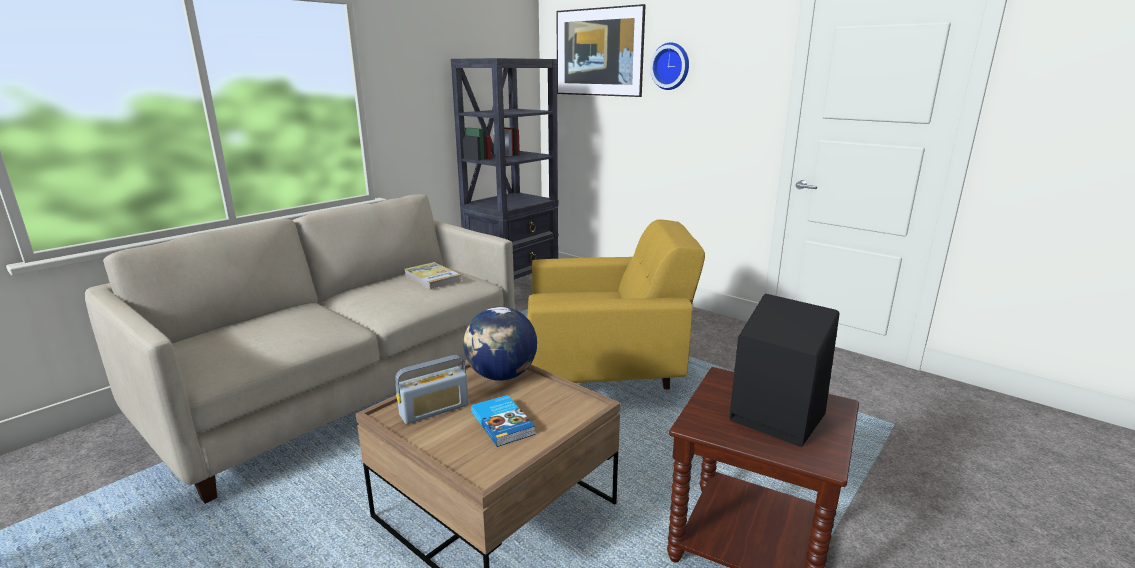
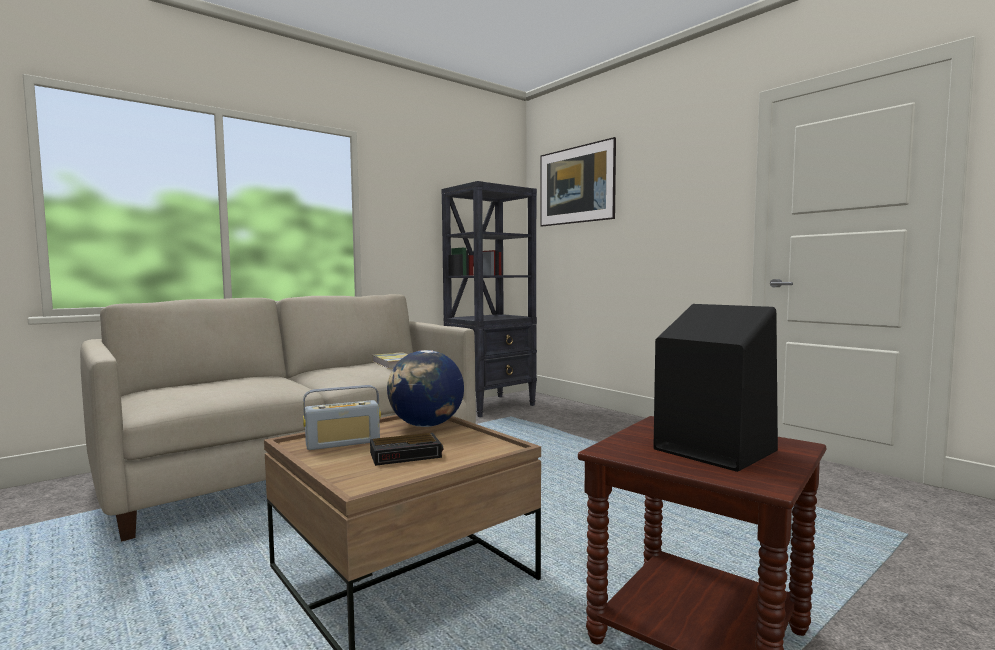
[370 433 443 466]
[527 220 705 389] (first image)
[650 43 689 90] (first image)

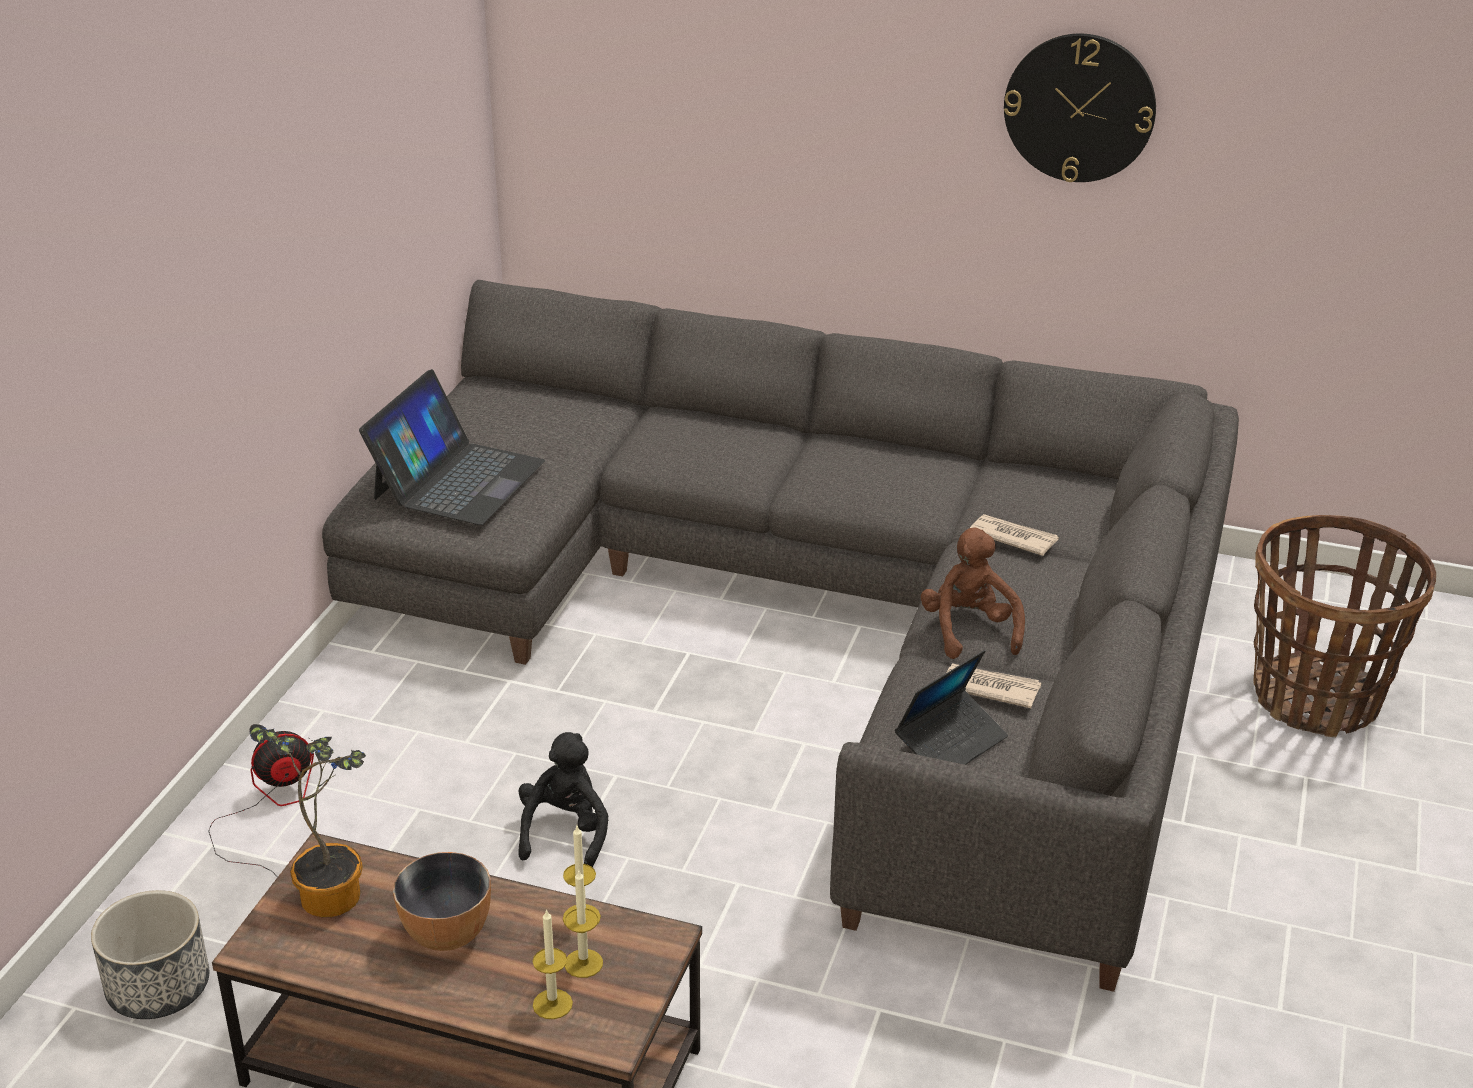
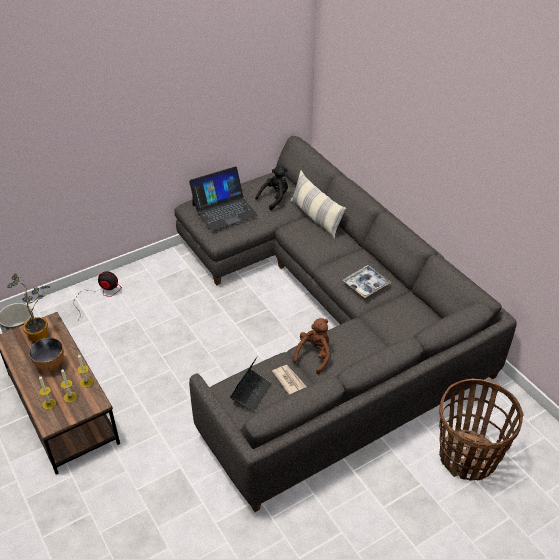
[255 166 288 210]
[230 356 272 412]
[970 514 1059 556] (first image)
[1004 34 1156 182] (first image)
[290 170 347 239]
[343 265 391 298]

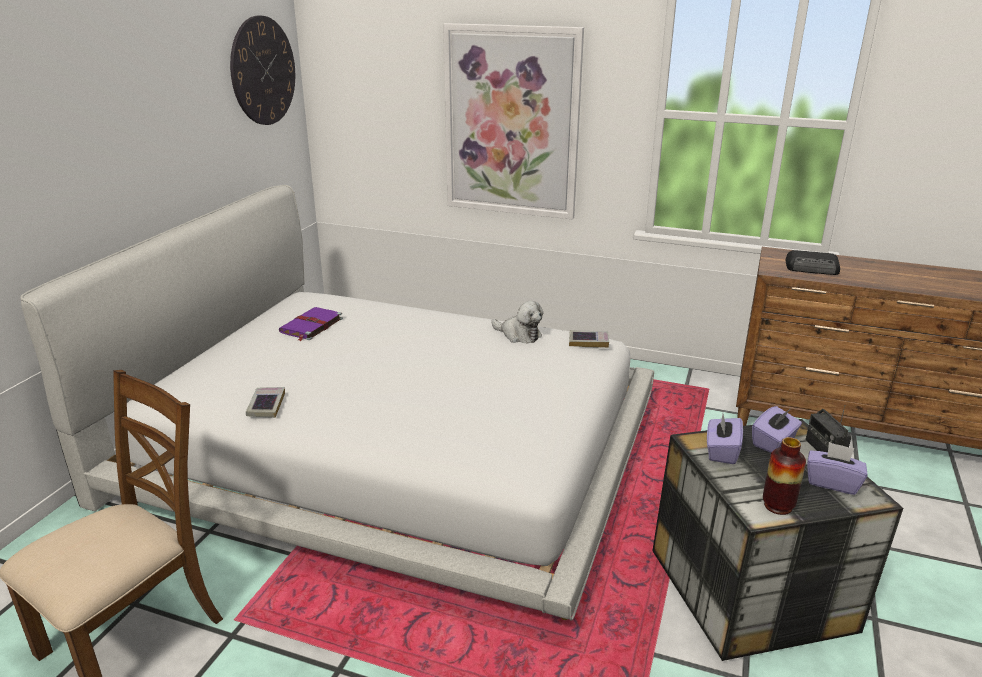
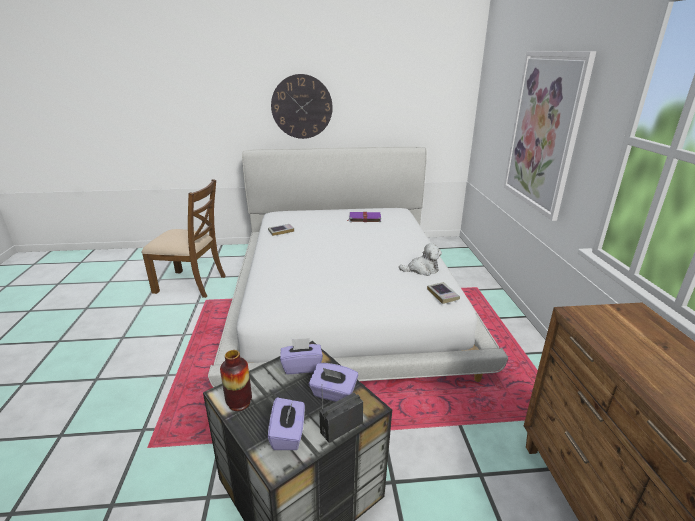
[271 74 333 139]
[399 243 442 276]
[786 250 840 275] (first image)

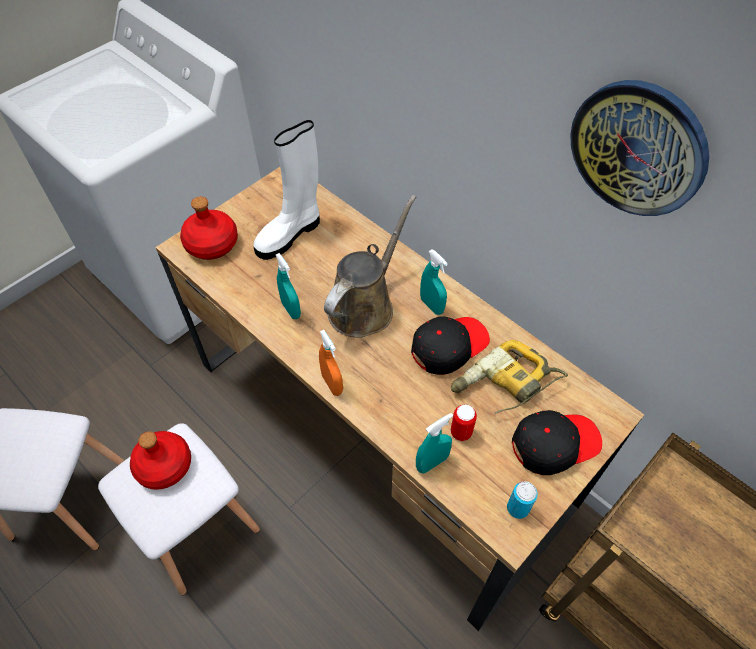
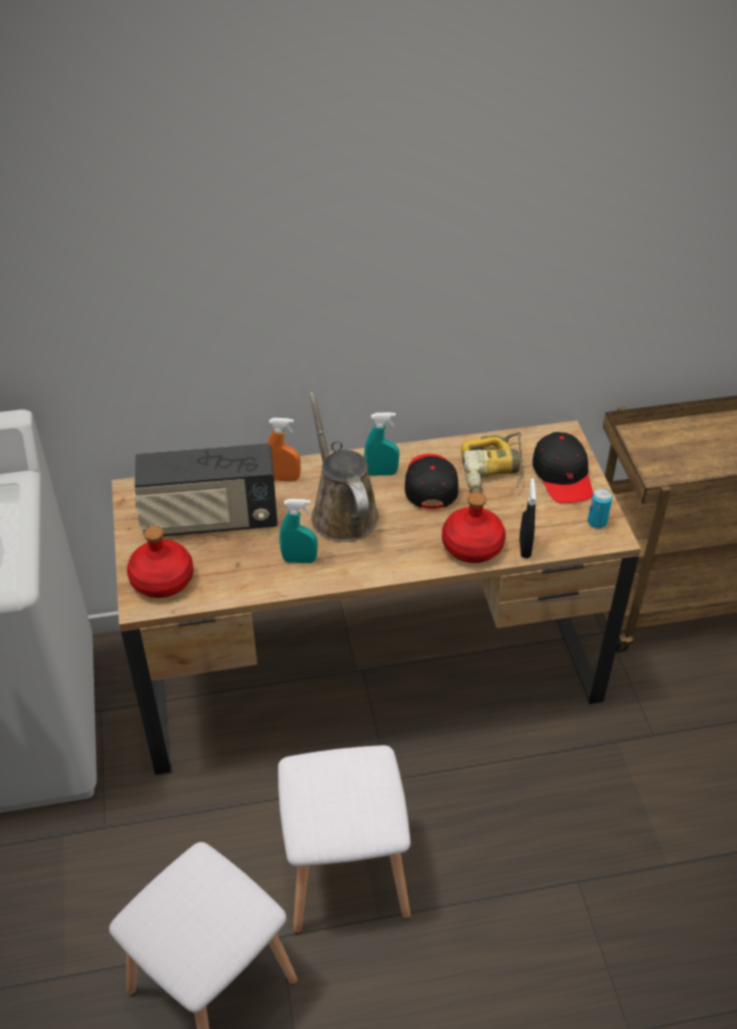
[442 492 506 563]
[134 443 278 536]
[268 418 301 482]
[520 478 536 558]
[451 404 477 441] (first image)
[532 432 593 503]
[570 80 709 216] (first image)

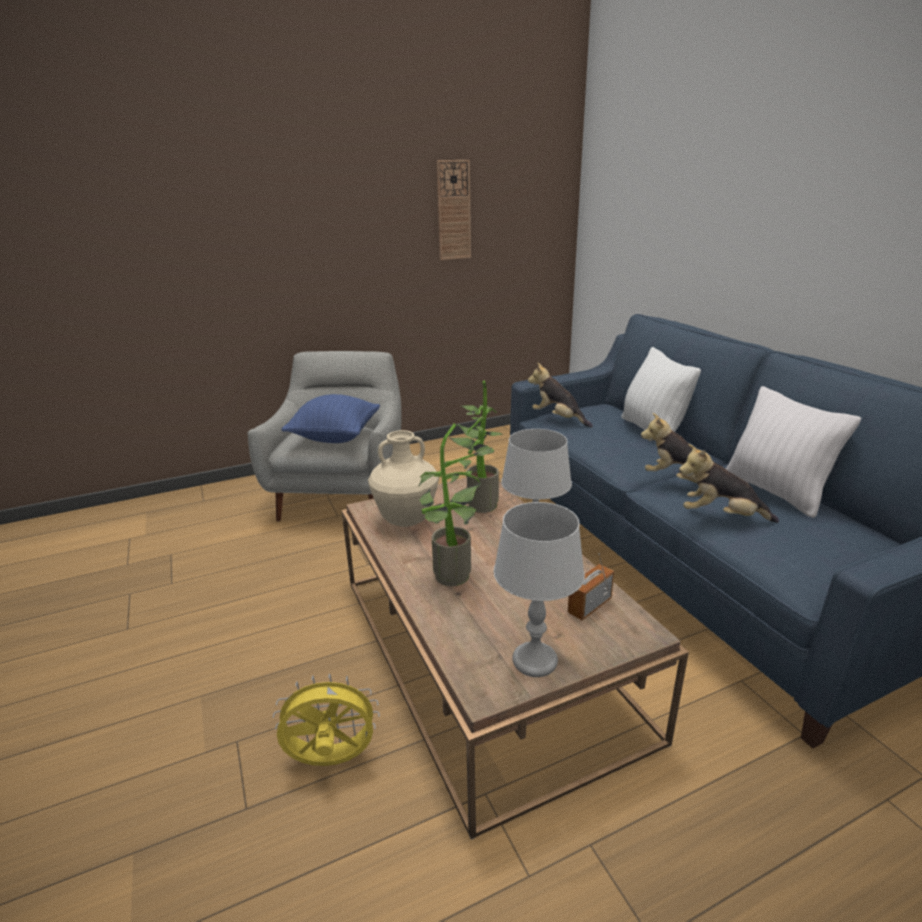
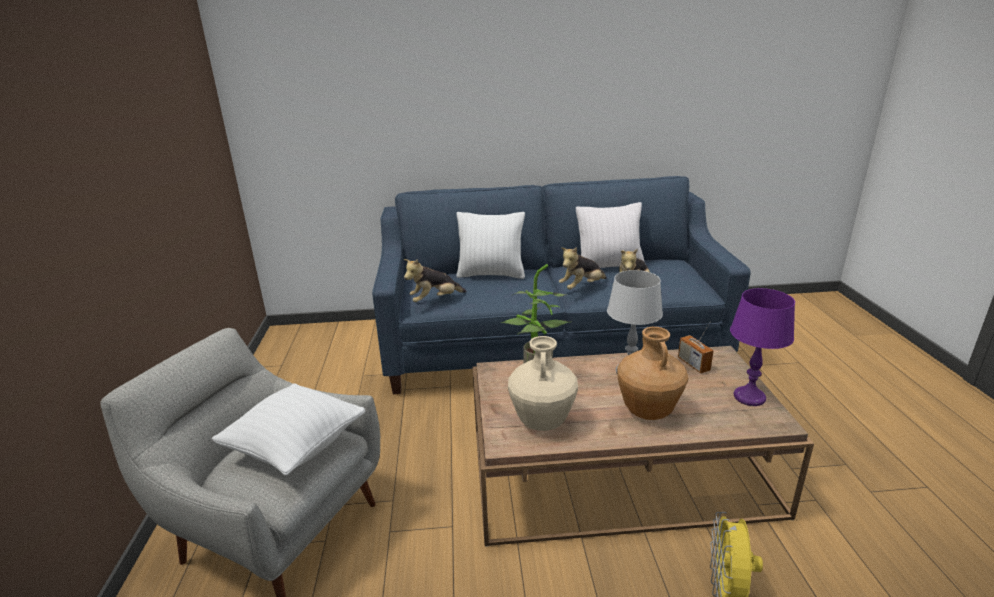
[212 383 366 475]
[617 327 688 420]
[436 160 471 260] (first image)
[730 288 795 406]

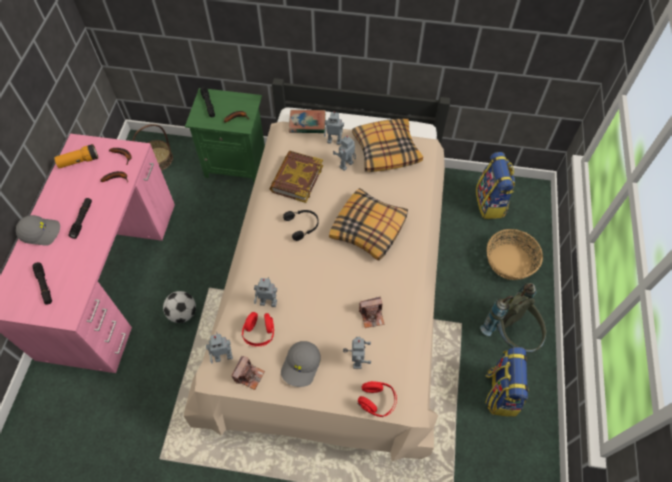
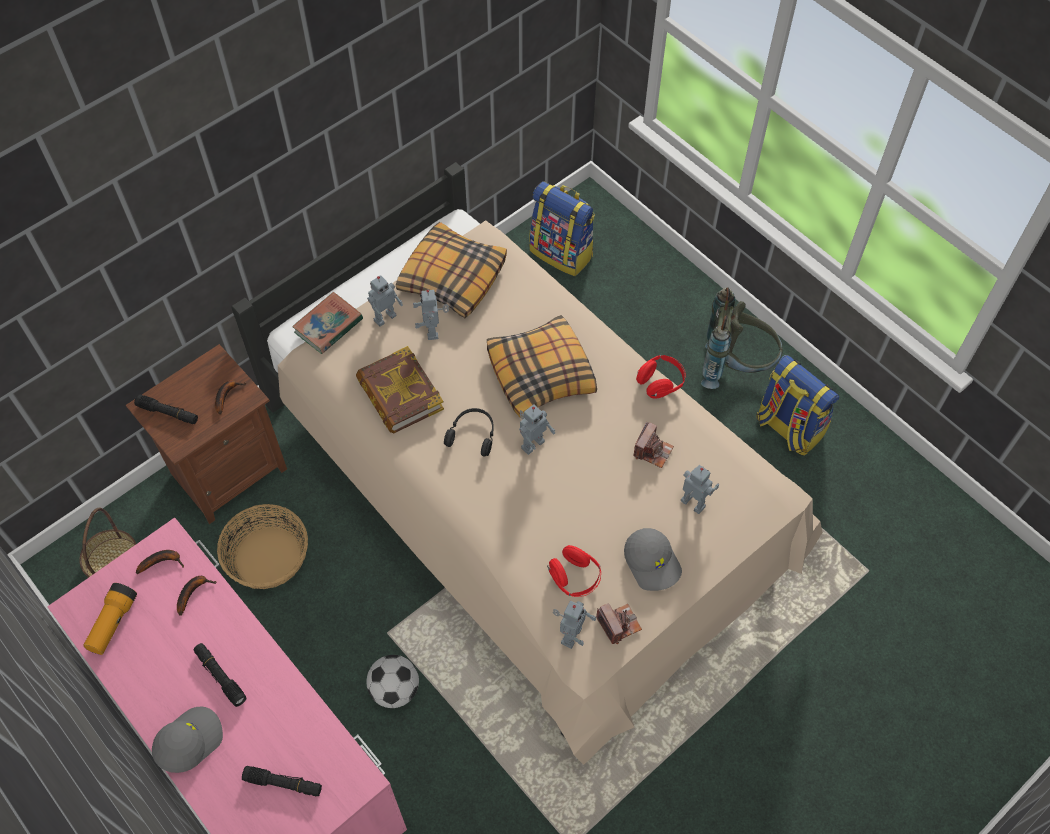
[126 344 287 524]
[519 404 556 455]
[636 355 686 399]
[217 504 308 589]

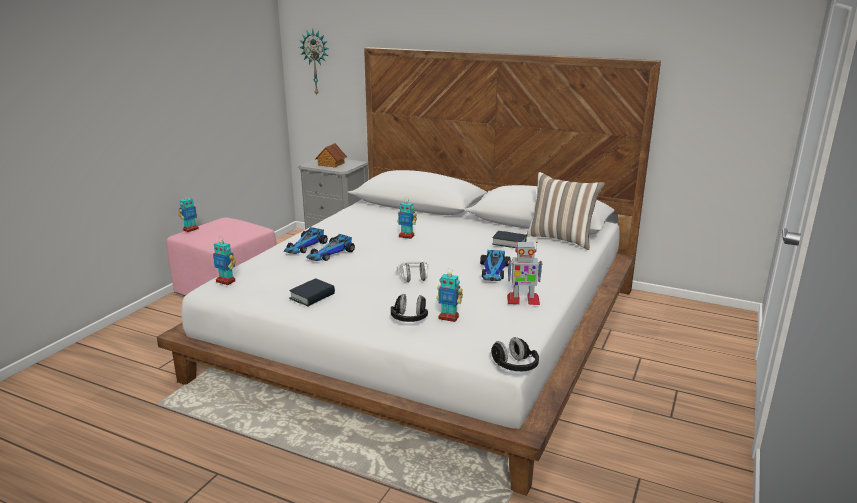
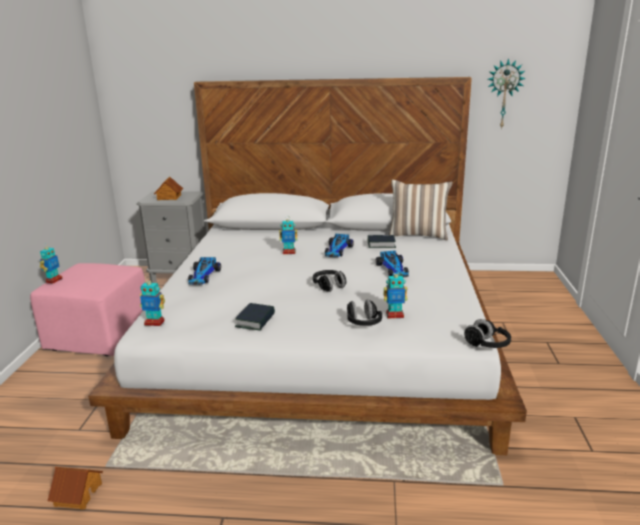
[488 58 526 129]
[325 234 354 257]
[313 270 346 292]
[507 241 543 305] (first image)
[48 467 103 510]

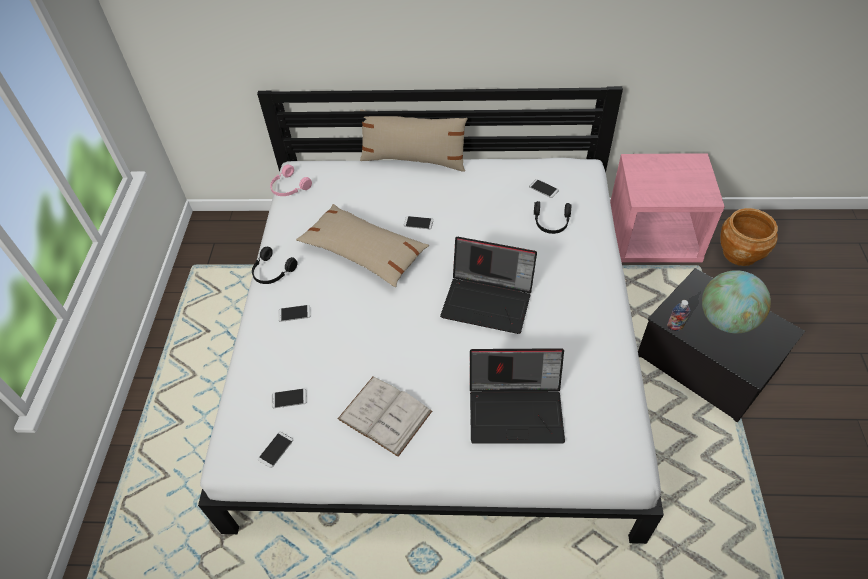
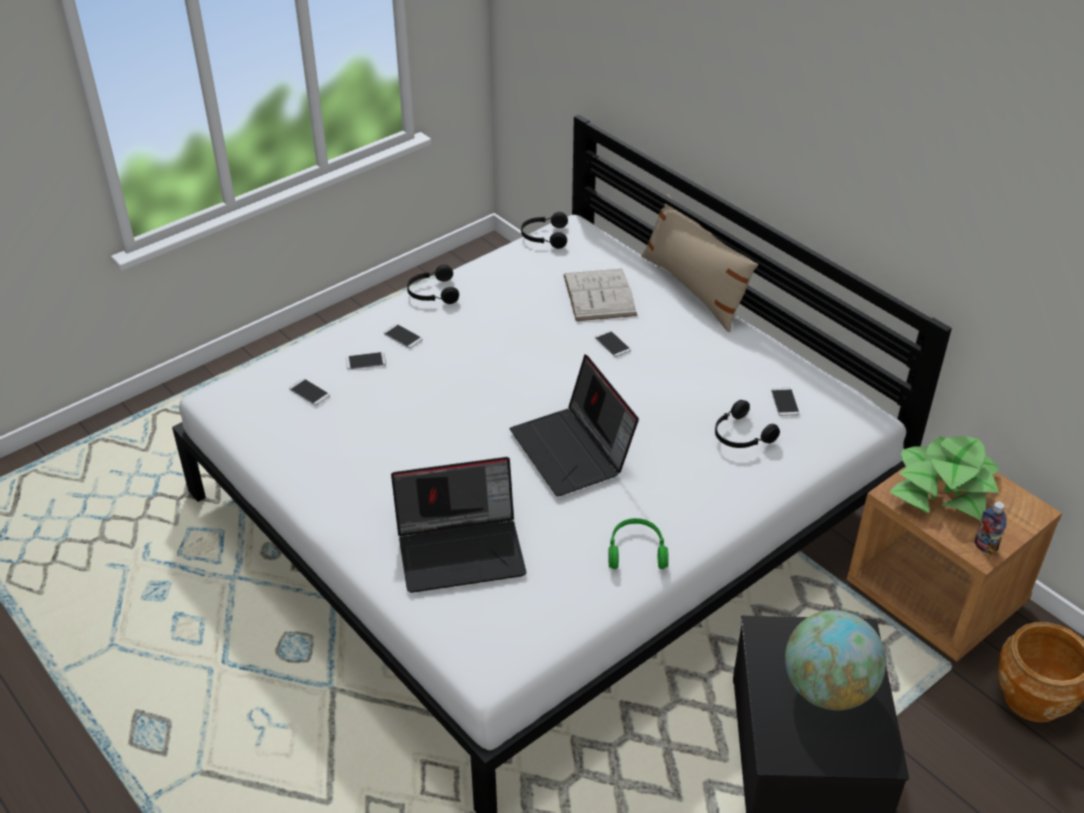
[346 352 386 370]
[521 212 568 249]
[296 204 429 287] (first image)
[563 269 638 321]
[391 457 526 593]
[847 466 1062 662]
[974 501 1007 554]
[608 518 669 569]
[889 436 999 520]

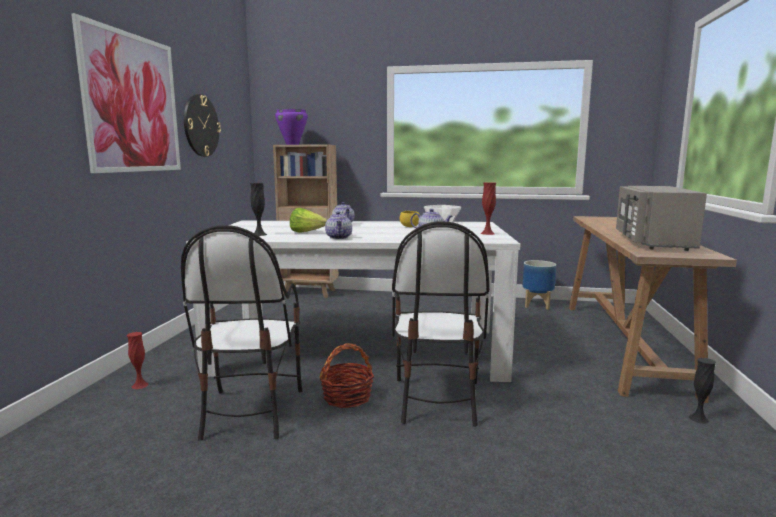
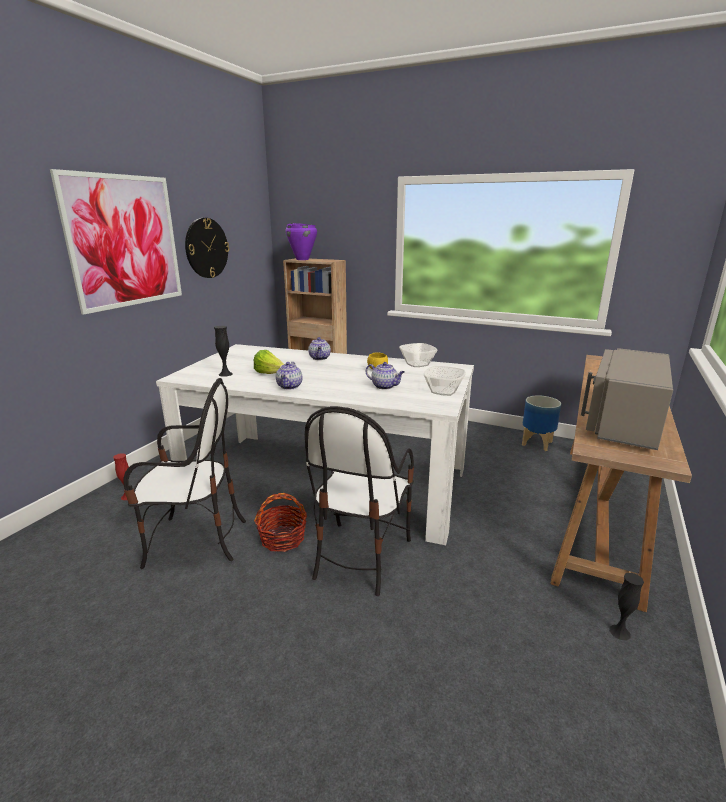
[123 378 246 569]
[424 366 466 396]

